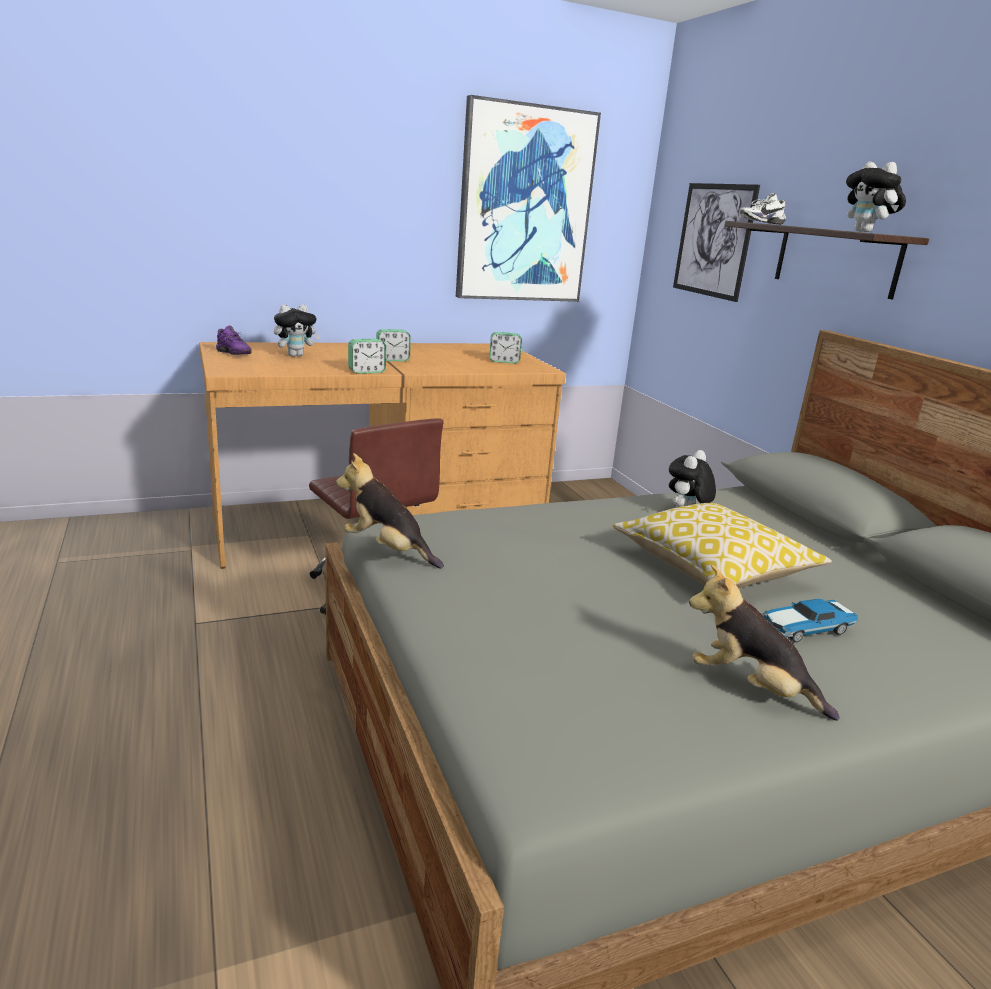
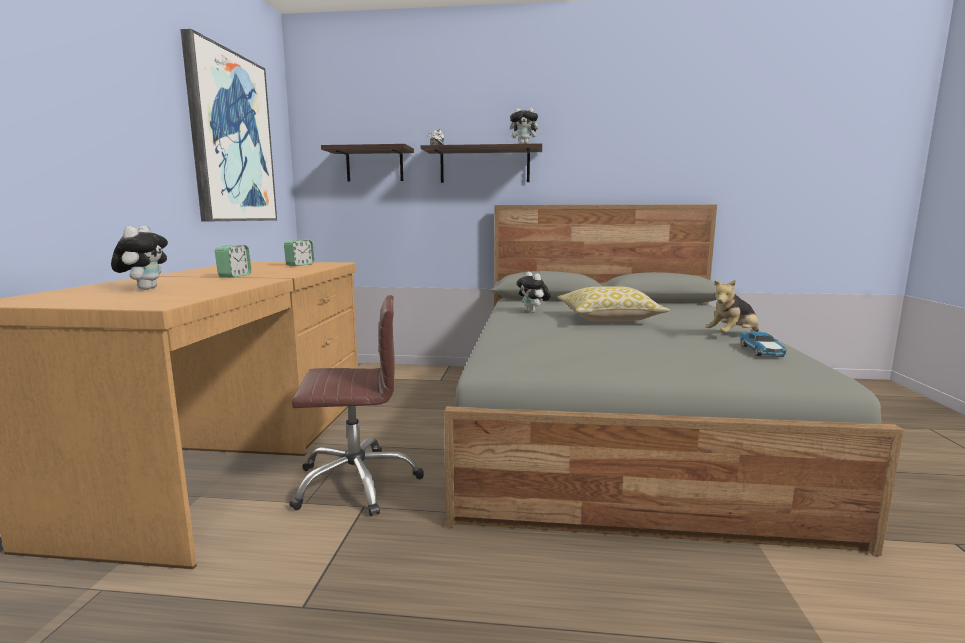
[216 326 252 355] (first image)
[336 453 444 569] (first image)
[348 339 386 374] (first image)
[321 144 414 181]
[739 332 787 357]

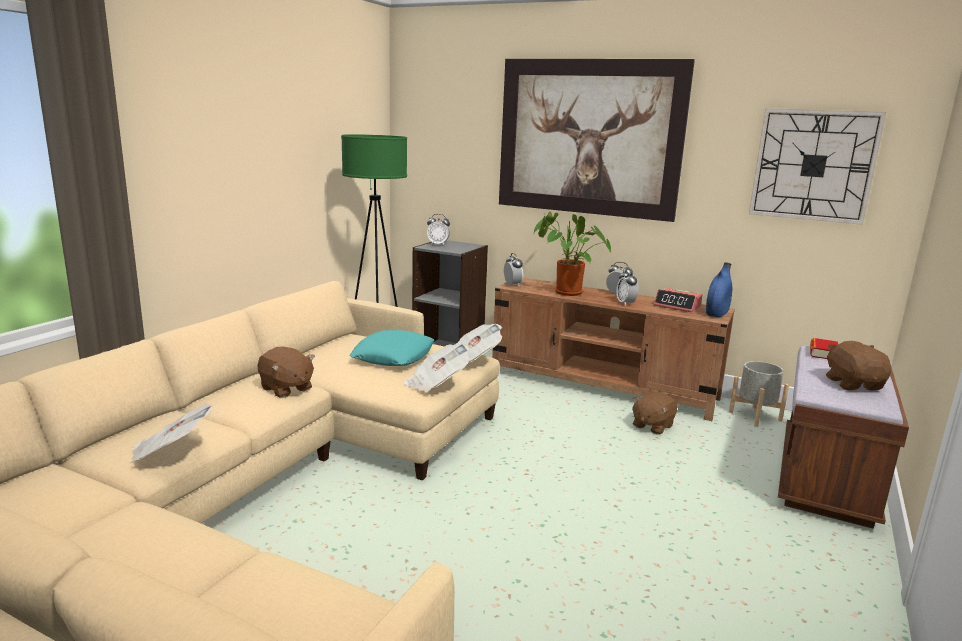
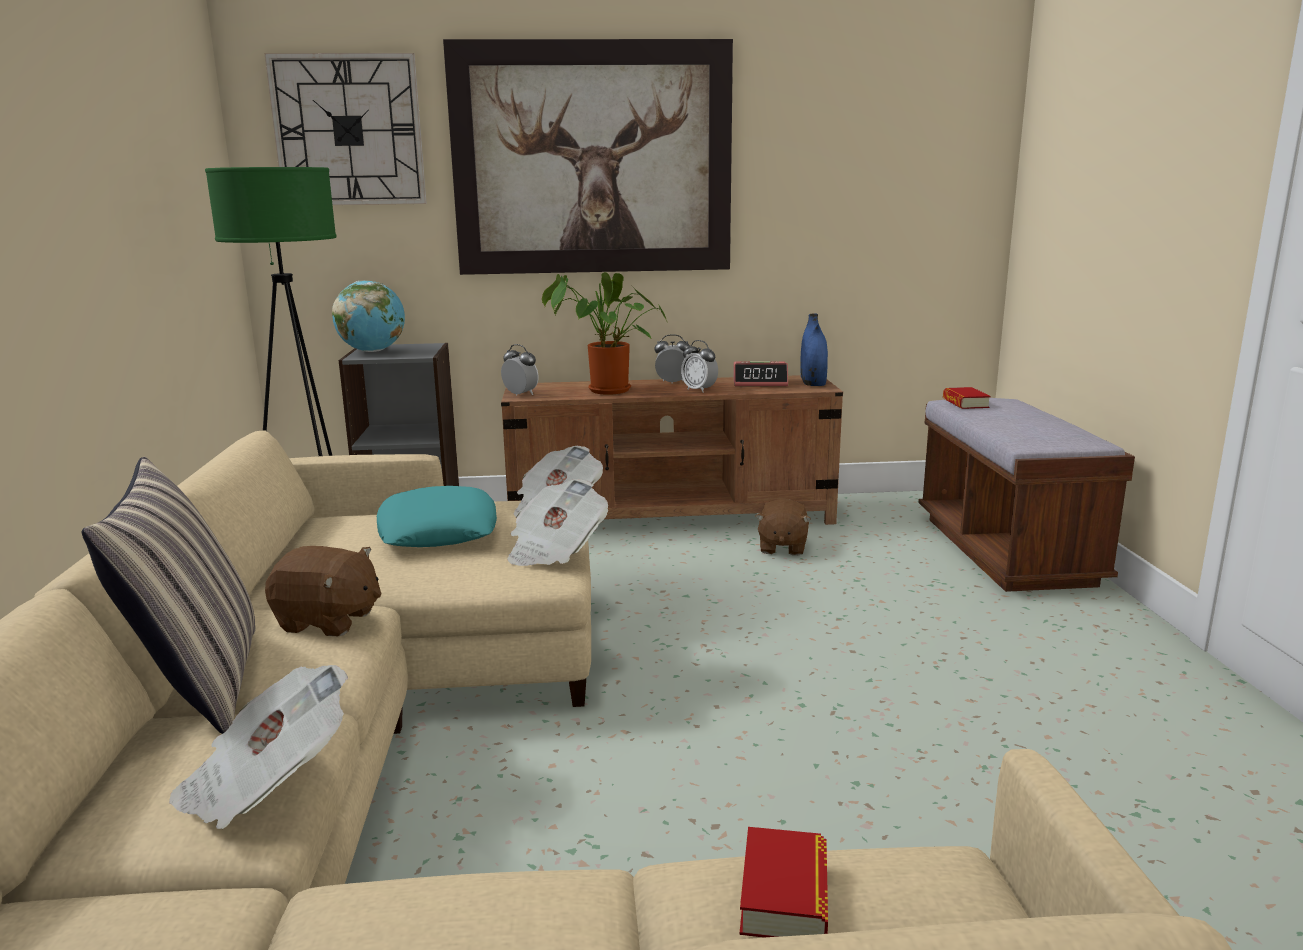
[332 281 405 352]
[729 361 789 427] (first image)
[264 53 427 205]
[826 341 891 391] (first image)
[82 457 256 734]
[740 827 828 938]

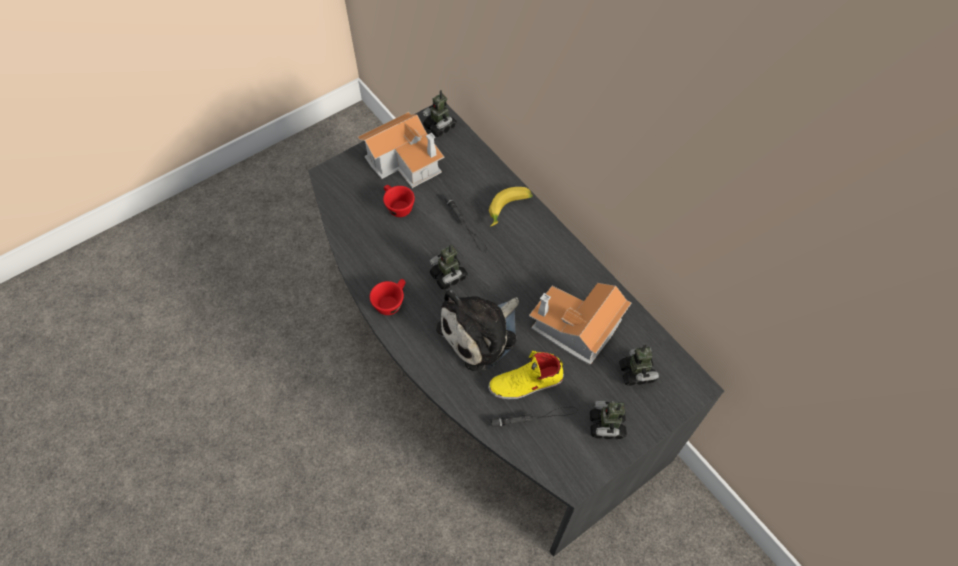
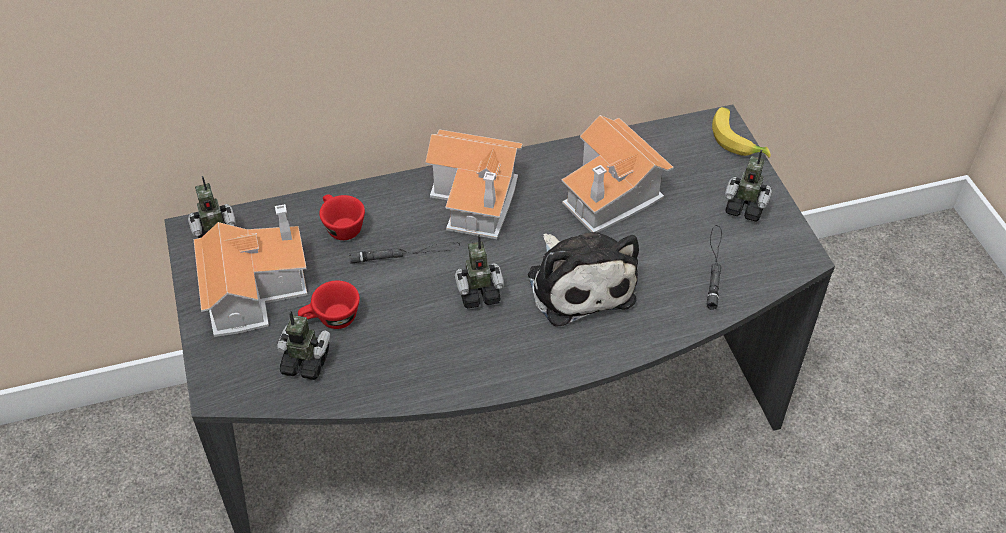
[319 194 365 240]
[488 351 564 399] (first image)
[712 107 771 158]
[277 311 330 380]
[425 129 523 239]

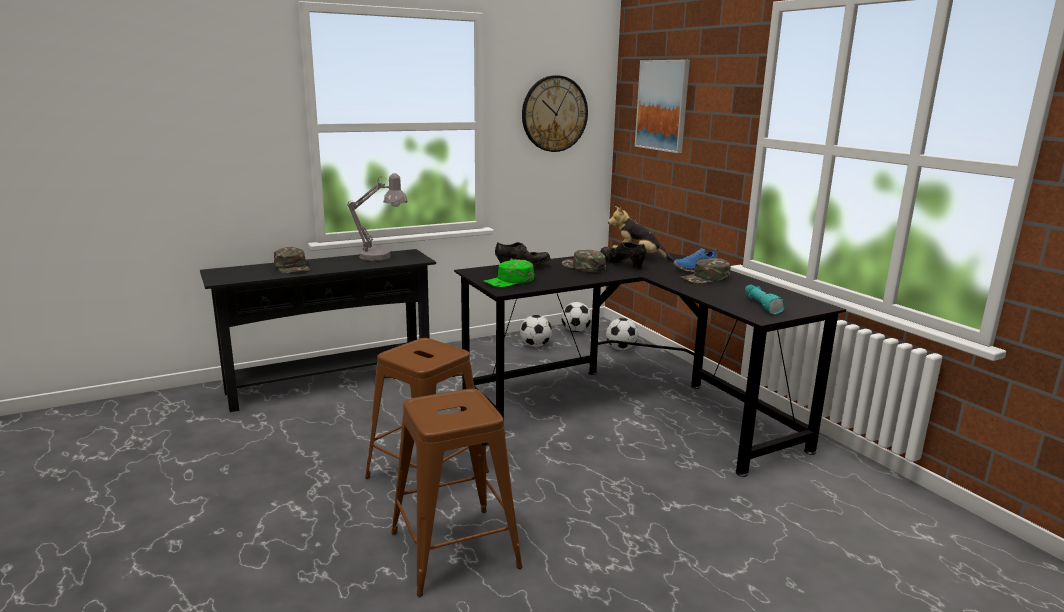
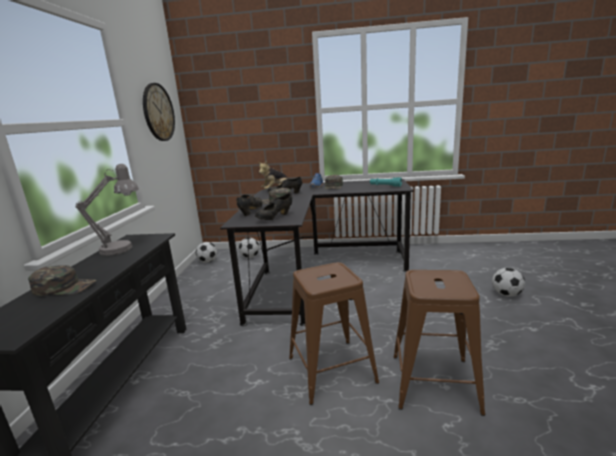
[255 193 292 220]
[492 268 525 297]
[635 60 690 153] (first image)

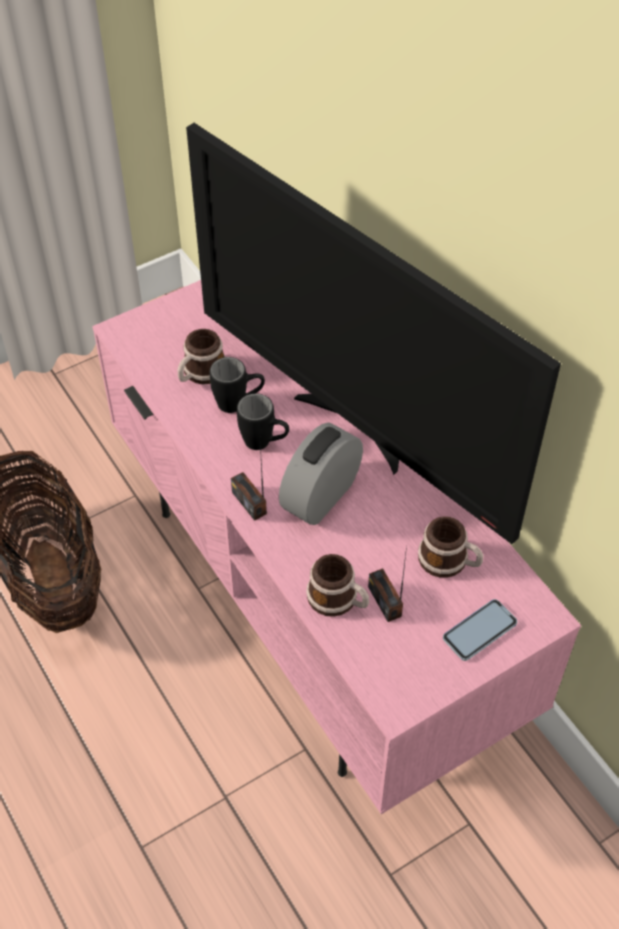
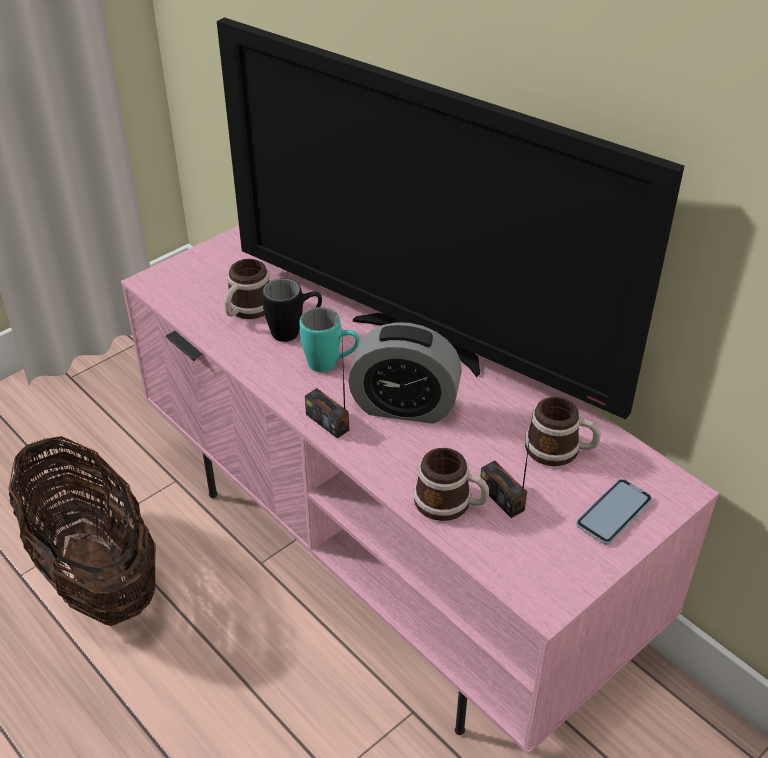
[299 307 360 372]
[348 322 462 424]

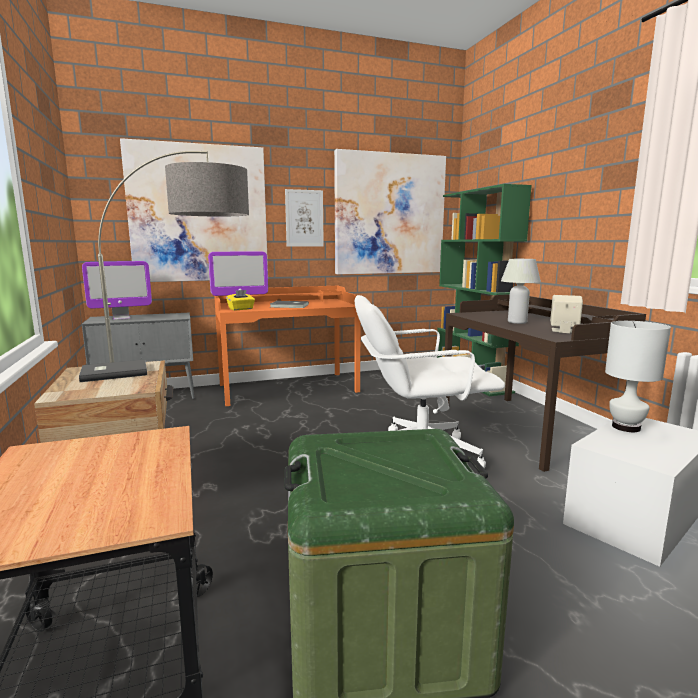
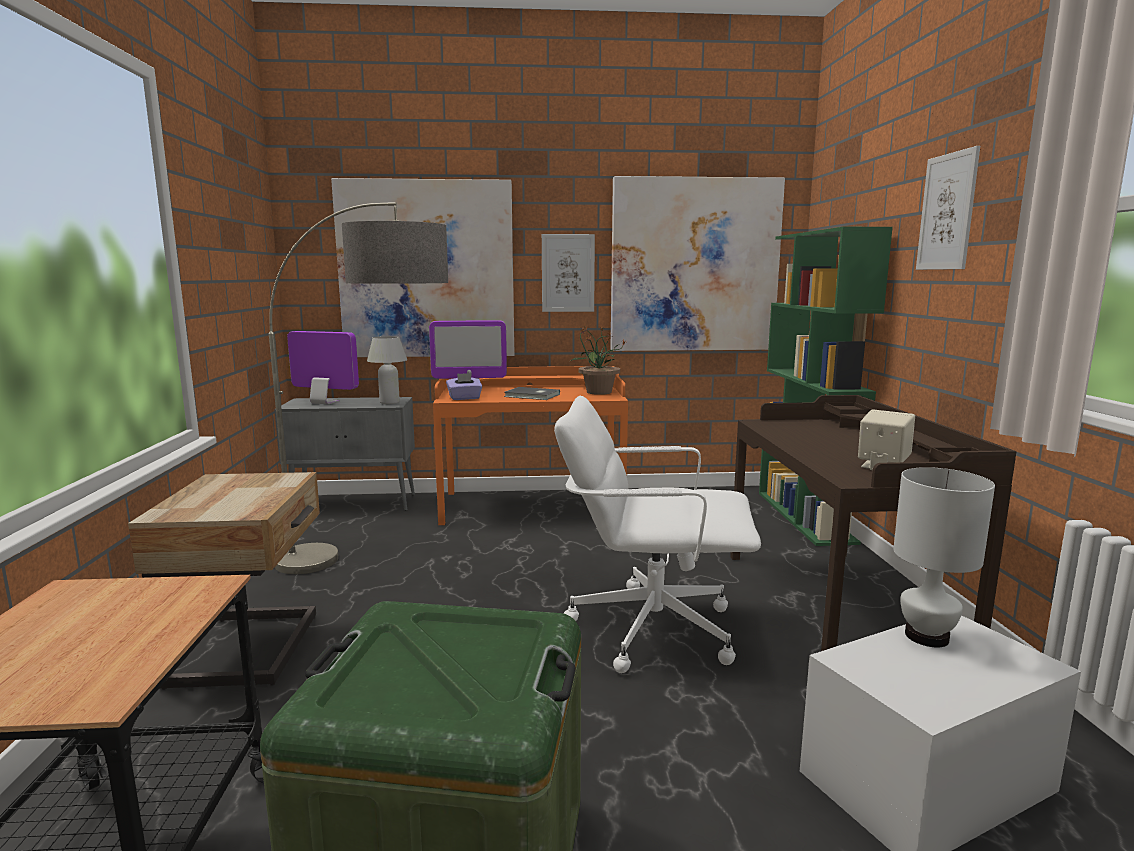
[79 359 147 382] (first image)
[287 331 359 404]
[446 373 482 400]
[367 336 407 404]
[570 326 626 395]
[916 146 980 270]

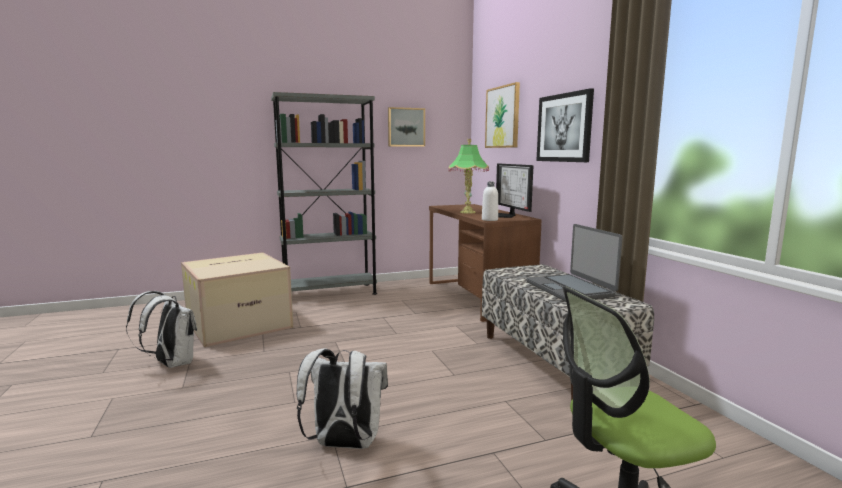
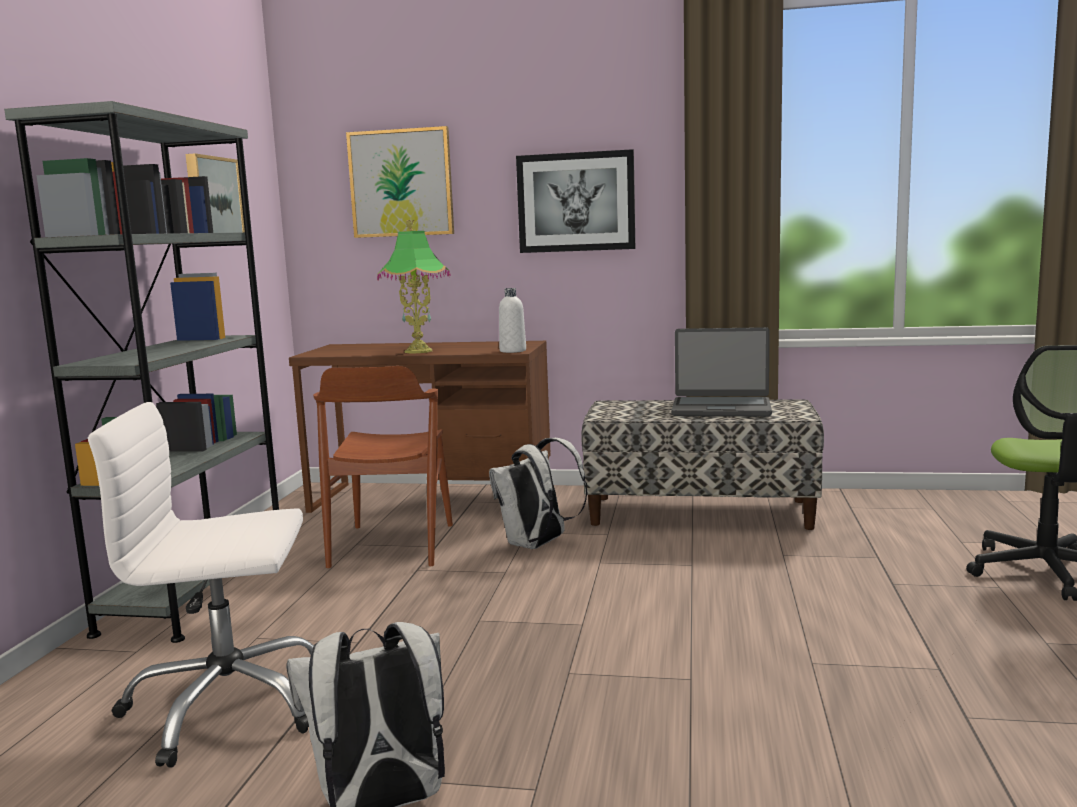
[88 402 314 768]
[489 438 588 549]
[496 164 533 218] (first image)
[313 366 453 568]

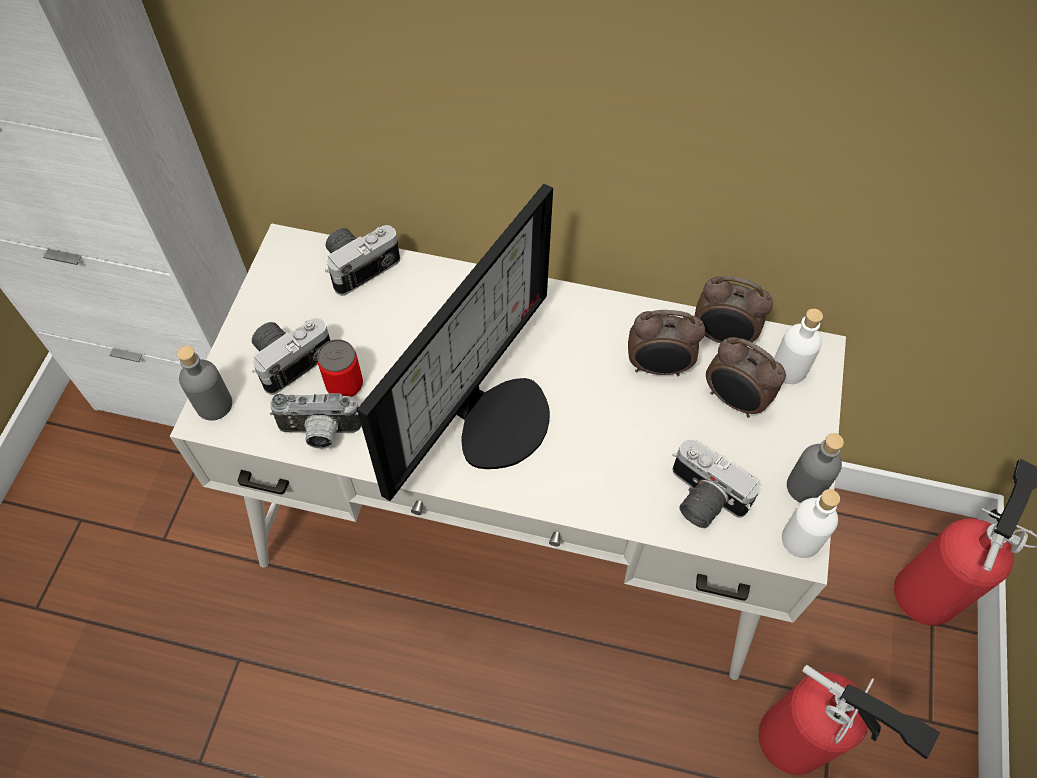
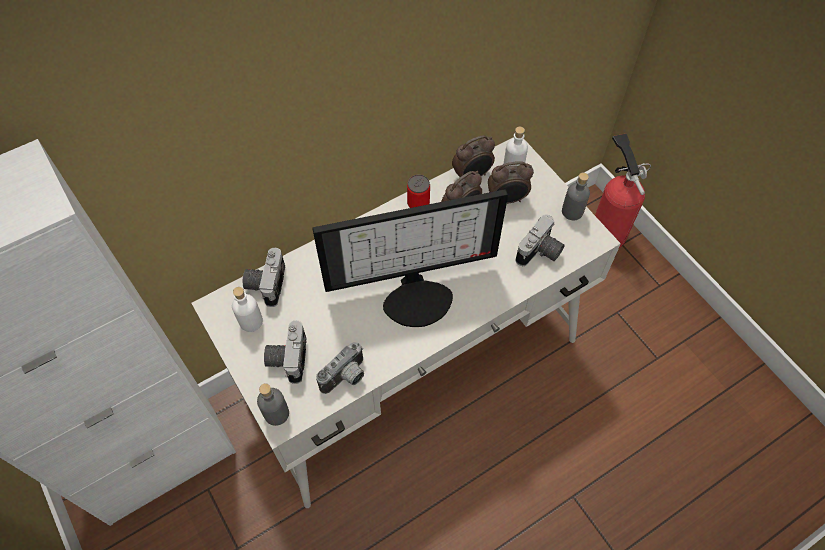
[407 175 430 208]
[312 189 508 327]
[516 214 565 266]
[759 664 941 775] (first image)
[232 287 263 332]

